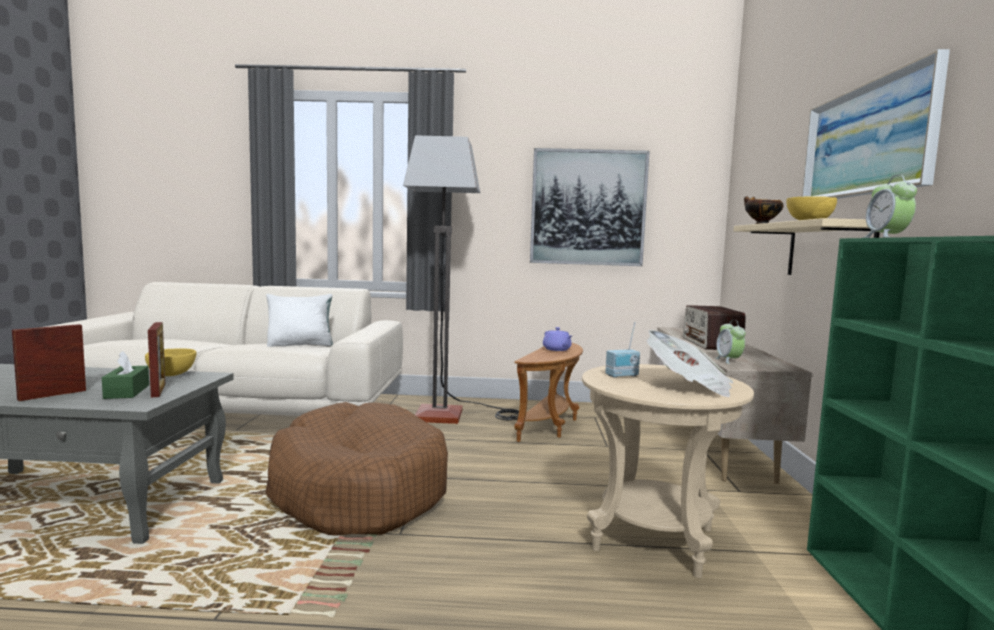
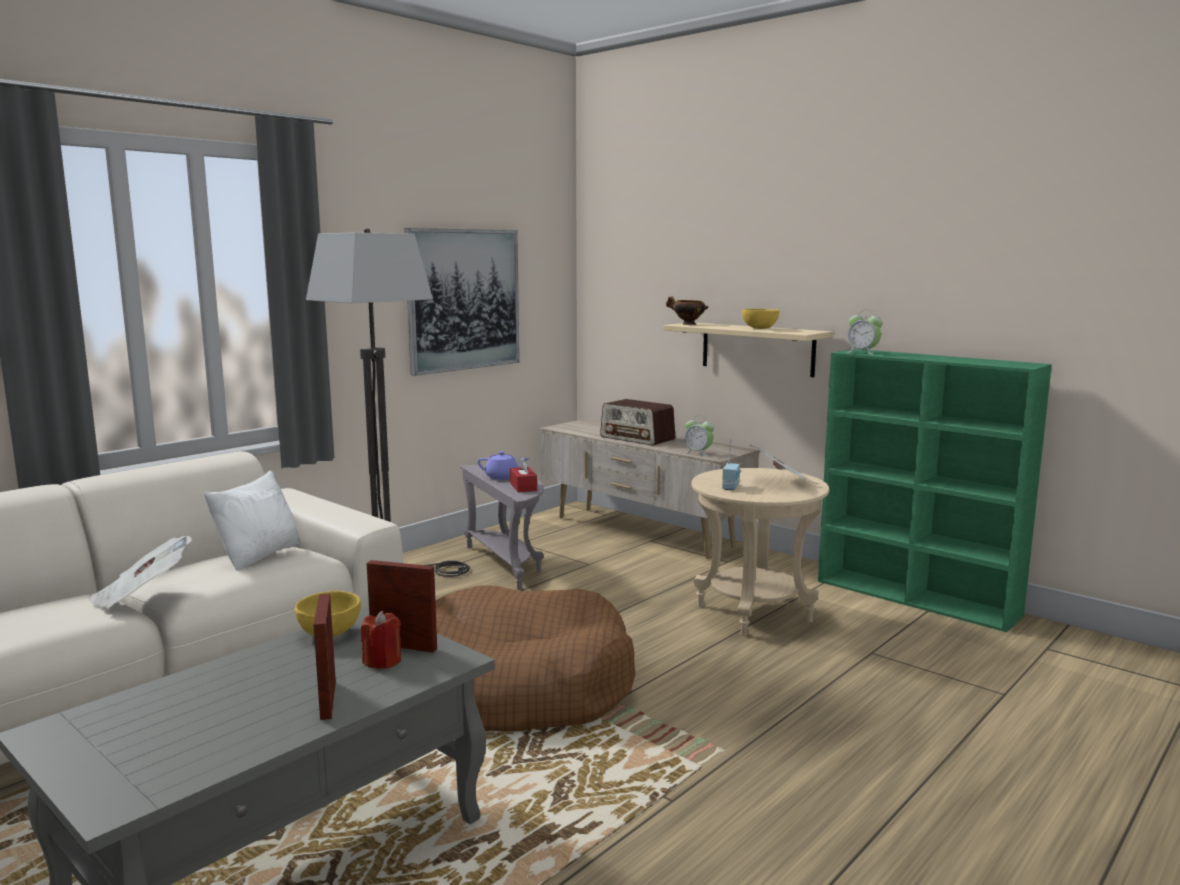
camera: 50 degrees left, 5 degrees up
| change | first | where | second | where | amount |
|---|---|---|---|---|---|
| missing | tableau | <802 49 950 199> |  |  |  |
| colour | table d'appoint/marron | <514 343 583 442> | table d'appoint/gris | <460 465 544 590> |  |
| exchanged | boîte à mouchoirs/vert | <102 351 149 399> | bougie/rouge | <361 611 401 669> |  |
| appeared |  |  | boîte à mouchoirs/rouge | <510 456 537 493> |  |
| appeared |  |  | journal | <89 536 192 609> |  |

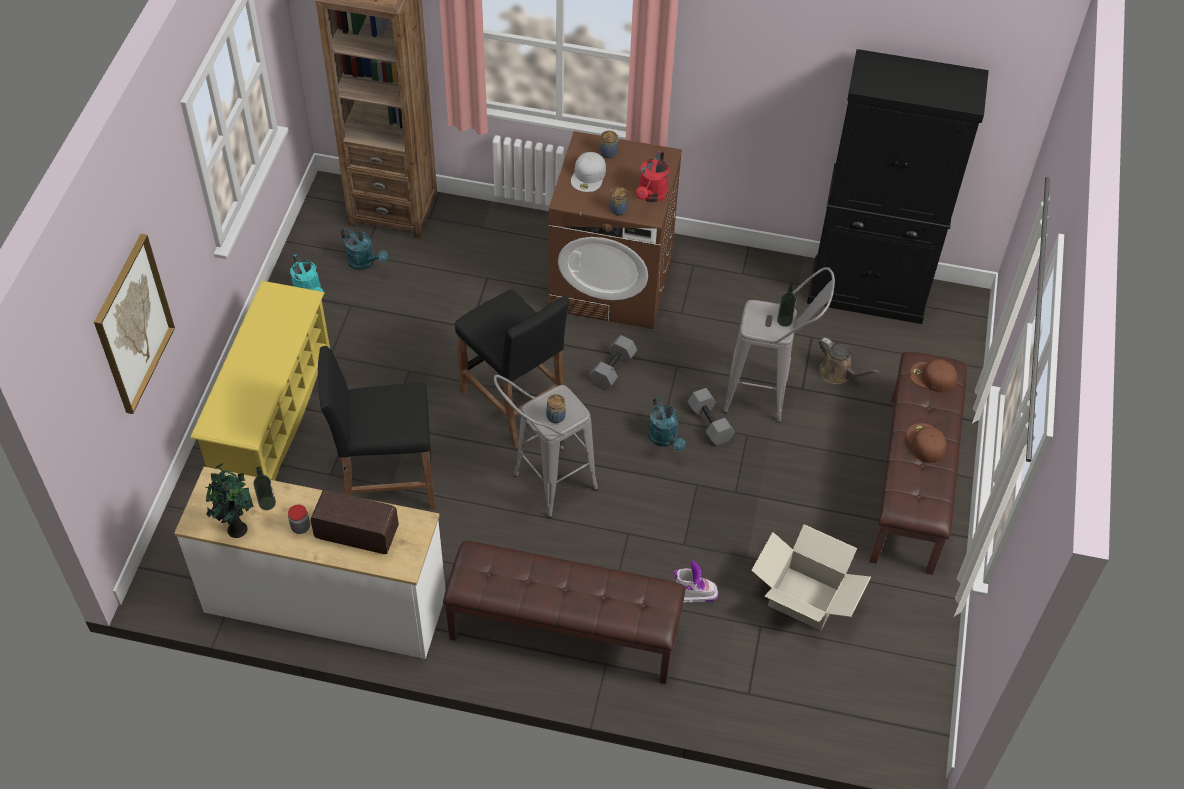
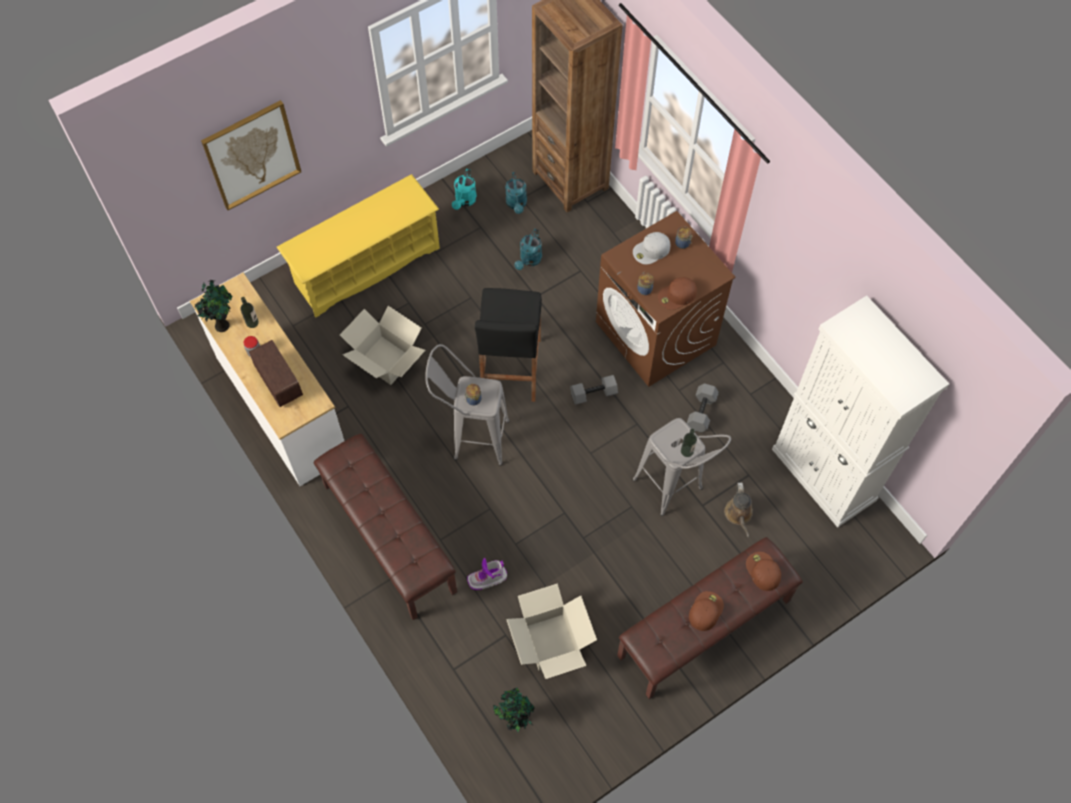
camera: 45 degrees right, 10 degrees up
| change | first | where | second | where | amount |
|---|---|---|---|---|---|
| colour | meuble de rangement/noir | <807 49 989 324> | meuble de rangement/blanc | <772 295 949 528> |  |
| exchanged | arrosoir/rouge | <636 151 669 202> | casquette/marron | <658 277 697 310> |  |
| exchanged | tabouret/noir | <318 346 435 510> | carton | <340 306 425 385> |  |
| relocated | haltère/gris | <687 388 735 446> |  | <687 383 719 432> |  |
| relocated | arrosoir/turquoise | <648 397 686 451> |  | <514 229 542 270> |  |
| spun | botte | <674 561 718 603> |  | <467 558 507 590> | 120 degrees clockwise |
| appeared |  |  | plante en pot | <493 687 534 732> |  |

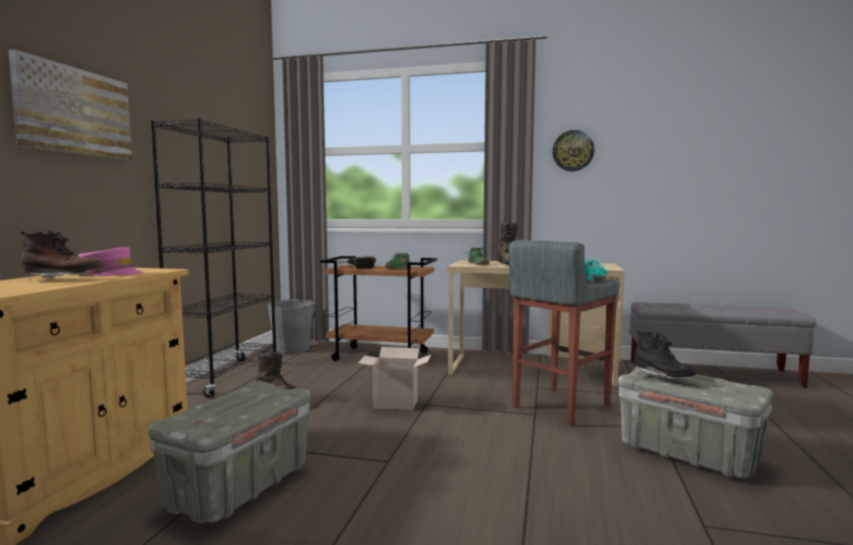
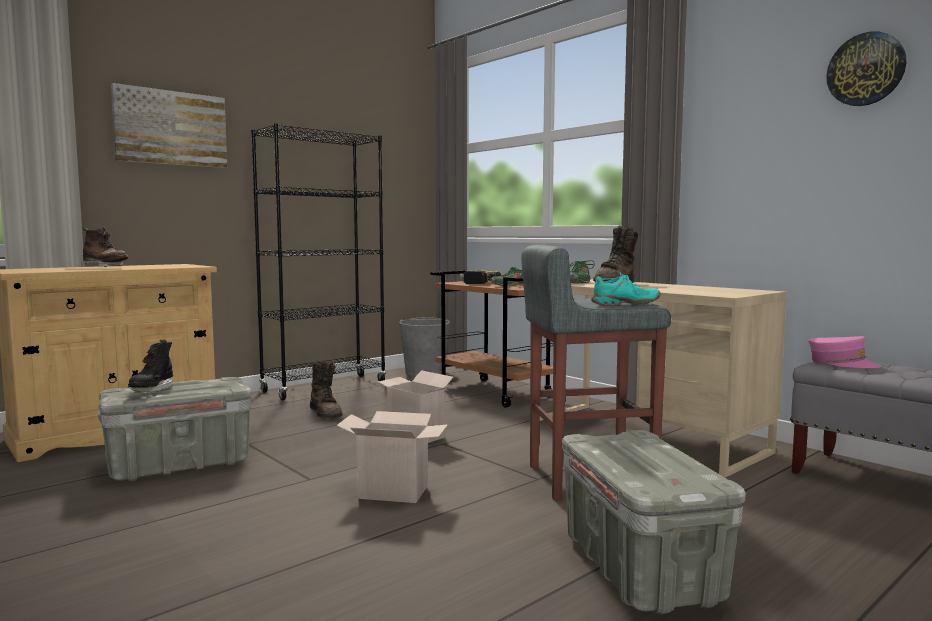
camera: 35 degrees right, 0 degrees up
| change | first | where | second | where | amount |
|---|---|---|---|---|---|
| relocated | horloge murale | <552 130 595 171> |  | <826 31 906 106> |  |
| relocated | casquette/rose | <78 247 144 276> |  | <809 336 882 368> |  |
| relocated | botte/noir | <634 331 698 380> |  | <128 339 173 393> |  |
| appeared |  |  | carton | <336 411 448 503> |  |

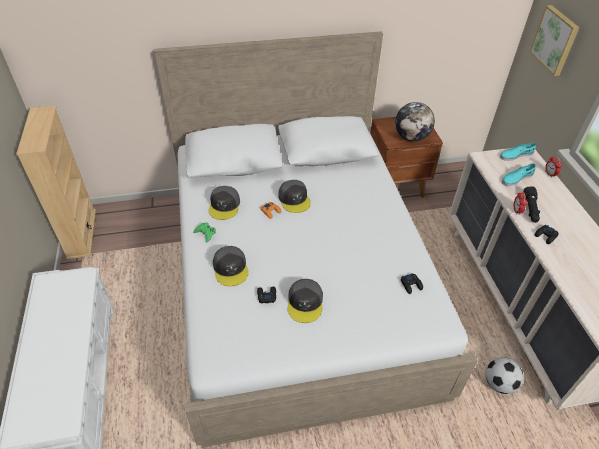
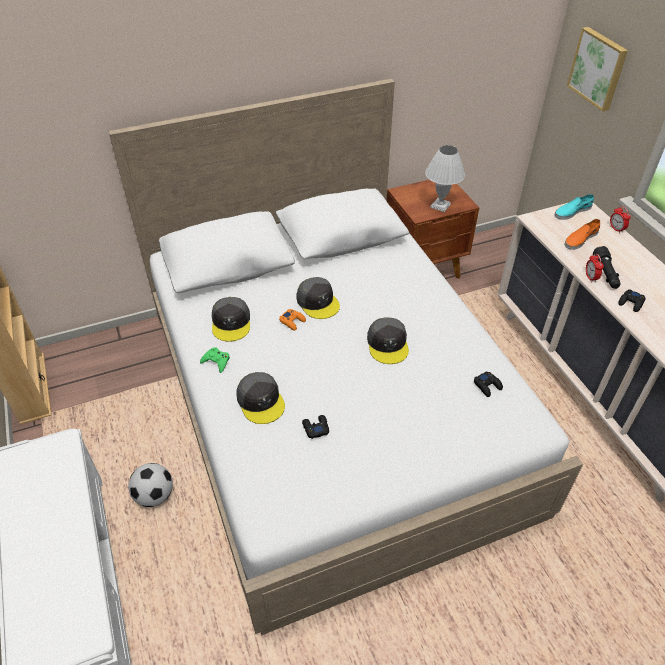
camera: 10 degrees left, 0 degrees up
| change | first | where | second | where | amount |
|---|---|---|---|---|---|
| exchanged | globe | <395 102 435 142> | lampe de table/blanc | <425 145 465 212> |  |
| colour | chaussure/turquoise | <502 163 536 186> | chaussure/orange | <564 219 600 250> |  |
| relocated | casquette/gris | <288 279 323 323> |  | <367 317 409 364> |  |
| relocated | ballon de foot | <486 357 523 394> |  | <128 463 173 507> |  |

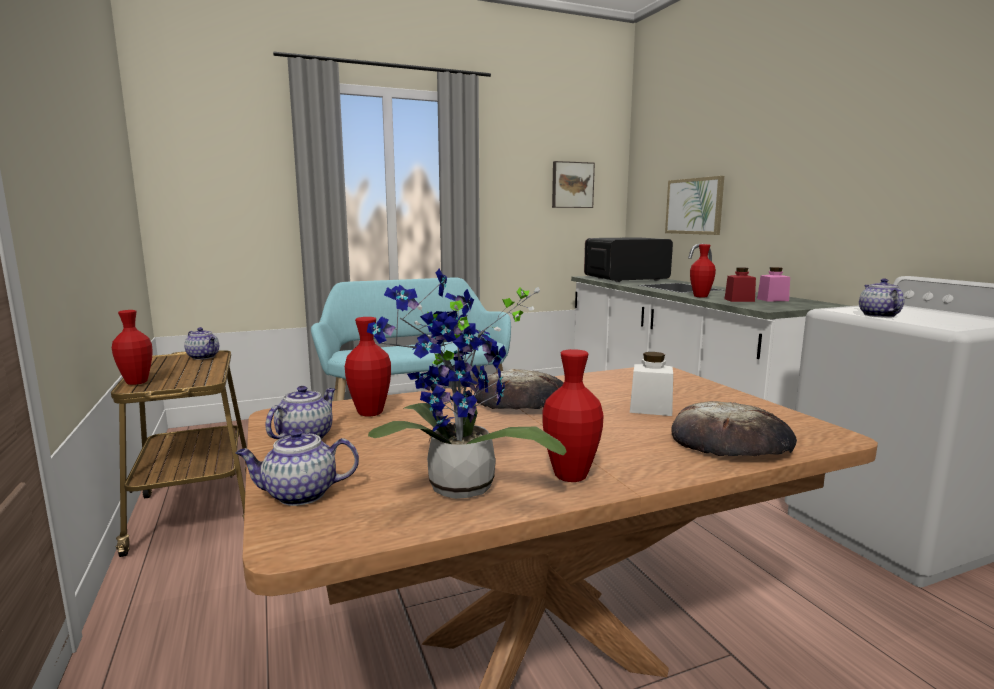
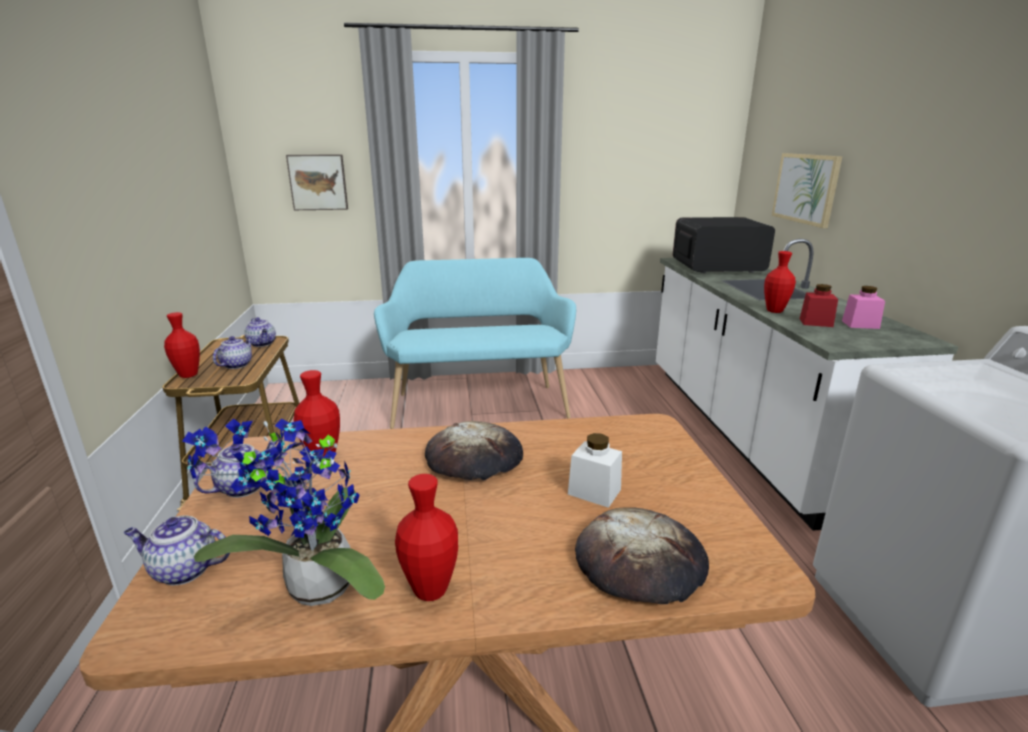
camera: 15 degrees right, 10 degrees up
| change | first | where | second | where | amount |
|---|---|---|---|---|---|
| relocated | tableau | <552 161 595 208> |  | <286 155 348 210> |  |
| relocated | théière | <859 279 905 318> |  | <213 336 252 369> |  |

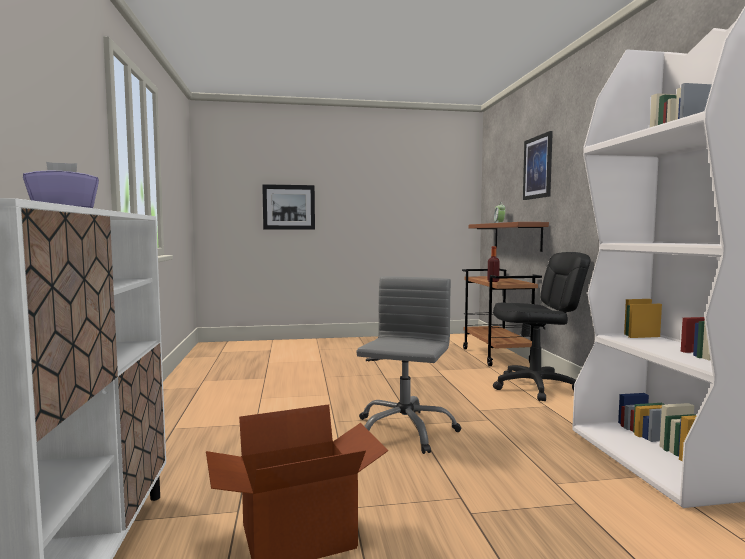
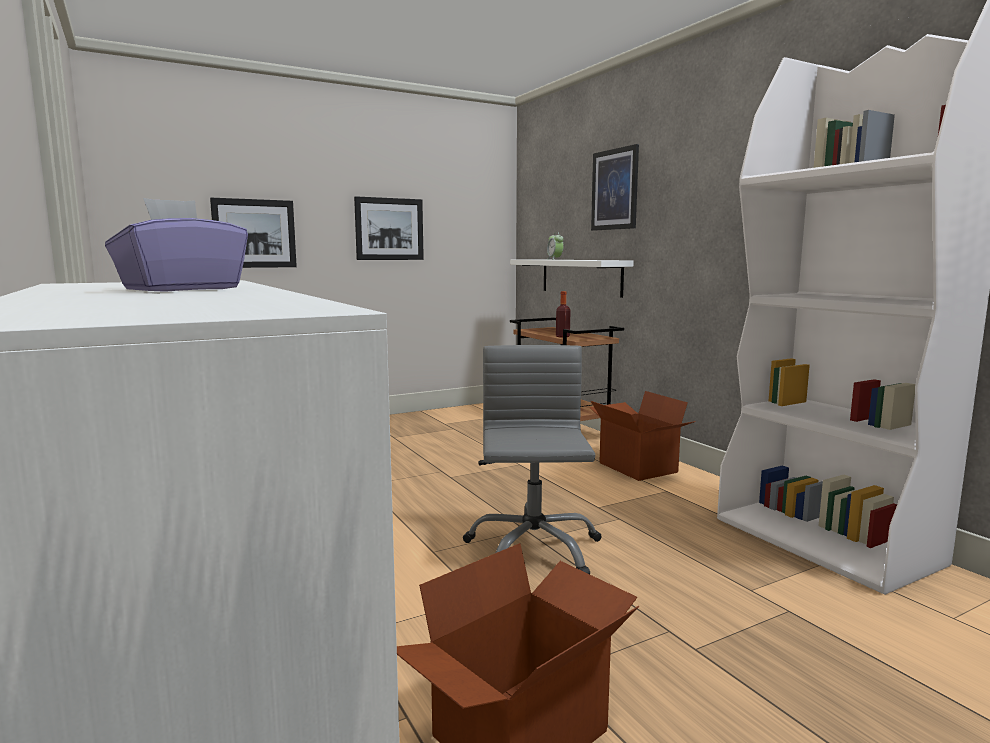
camera: 20 degrees left, 5 degrees up
| change | first | where | second | where | amount |
|---|---|---|---|---|---|
| colour | étagère/marron | <469 222 549 252> | étagère/blanc | <510 259 634 298> |  |
| exchanged | chaise de bureau/noir | <493 252 590 401> | carton | <589 391 696 481> |  |
| appeared |  |  | tableau | <354 196 424 260> |  |

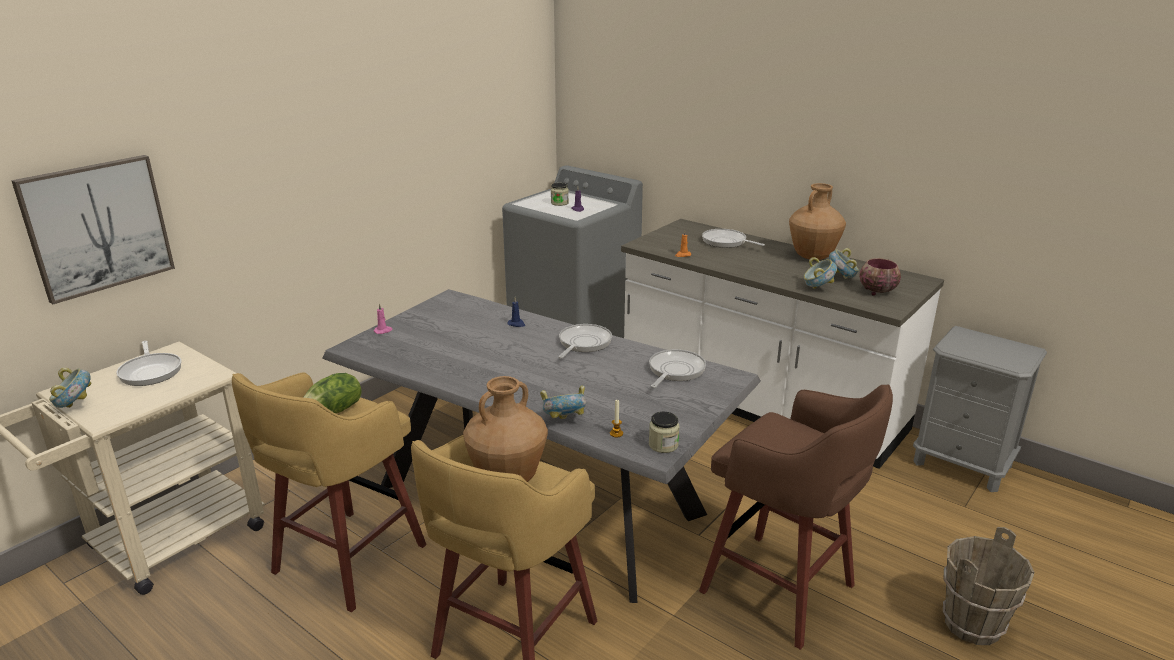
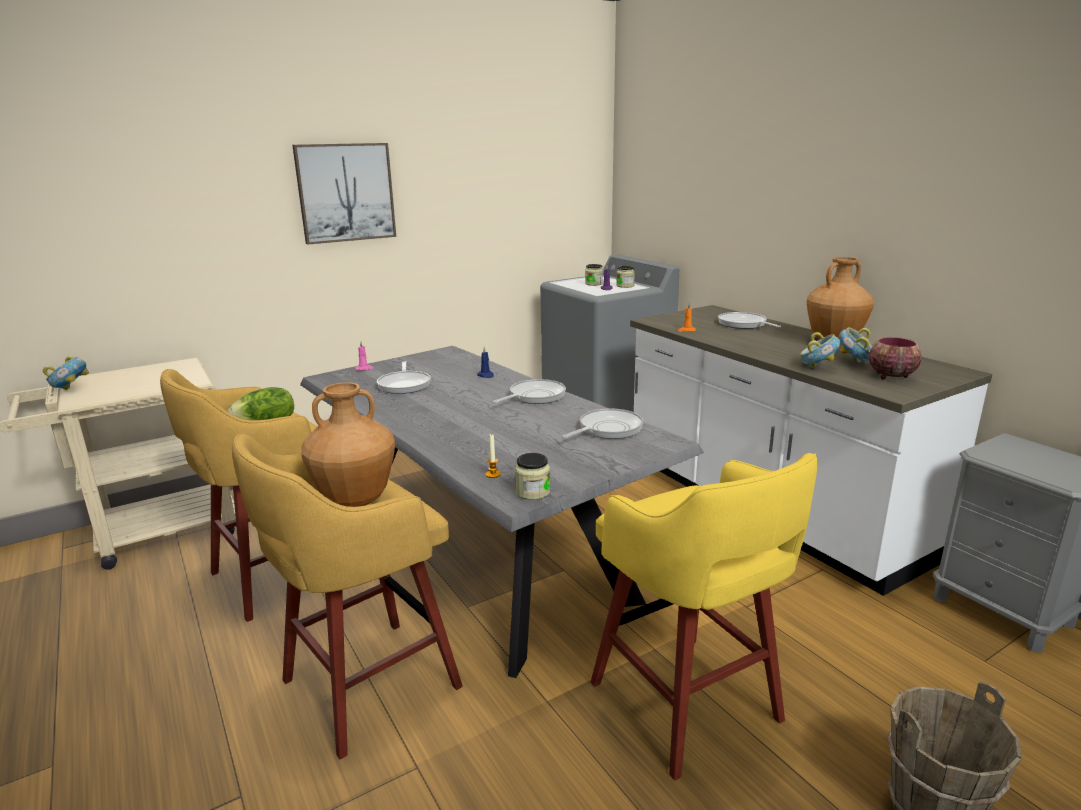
camera: 20 degrees right, 5 degrees down
| change | first | where | second | where | amount |
|---|---|---|---|---|---|
| relocated | tableau | <11 155 175 304> |  | <292 143 396 244> |  |
| relocated | poêle | <116 341 181 386> |  | <377 361 431 394> |  |
| colour | tabouret/marron | <699 384 893 650> | tabouret/jaune | <591 453 818 780> |  |
| missing | bol | <540 385 586 419> |  |  |  |
| appeared |  |  | bocal | <616 266 635 288> |  |

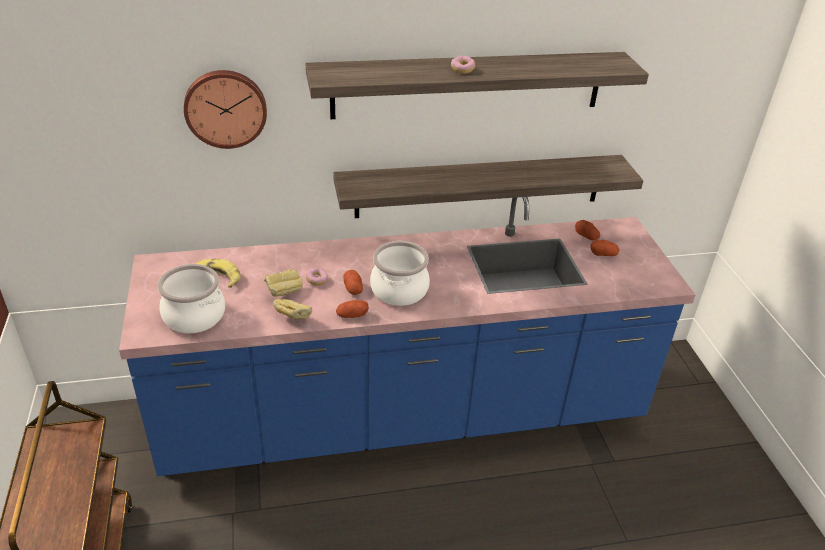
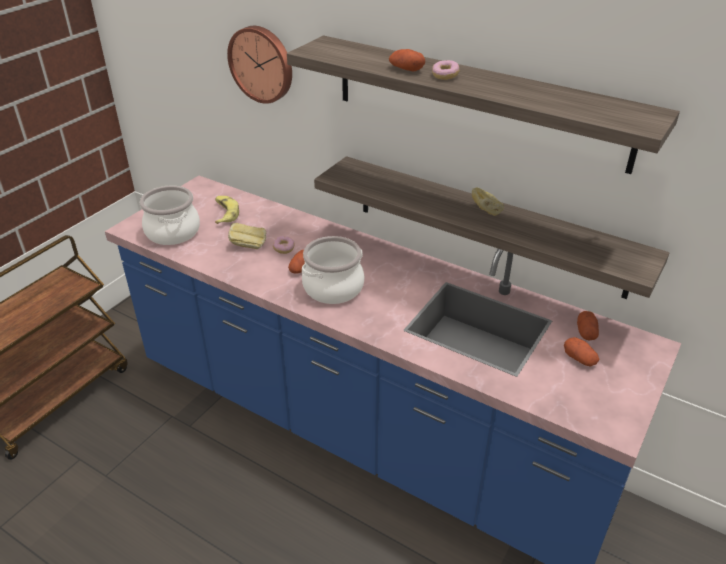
camera: 45 degrees right, 0 degrees up
| change | first | where | second | where | amount |
|---|---|---|---|---|---|
| relocated | pain | <273 299 312 319> |  | <472 187 504 216> |  |
| relocated | pomme de terre | <336 300 369 318> |  | <389 49 425 71> |  |

